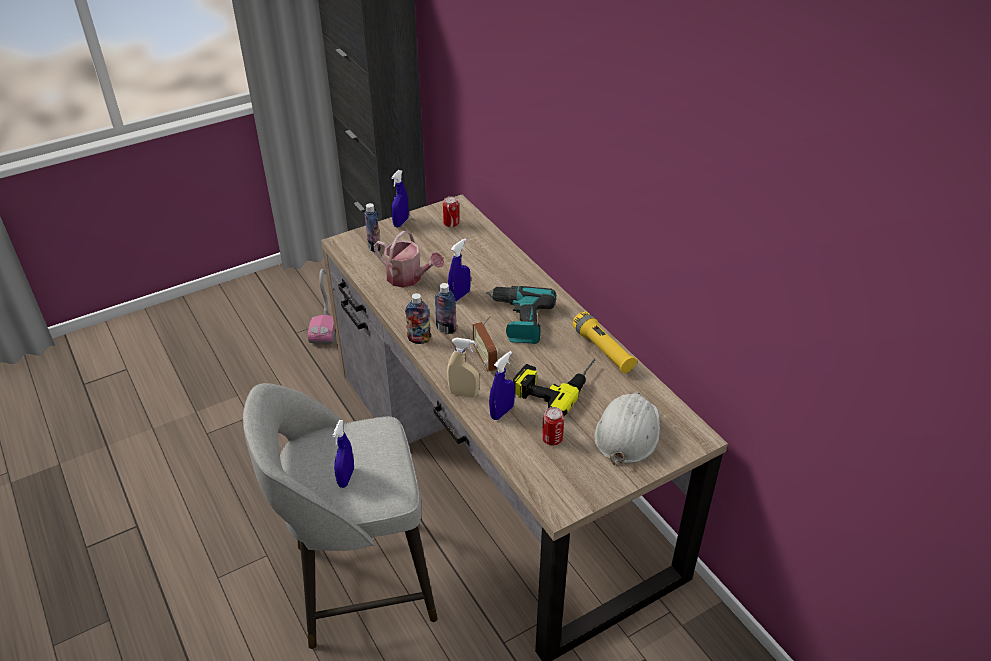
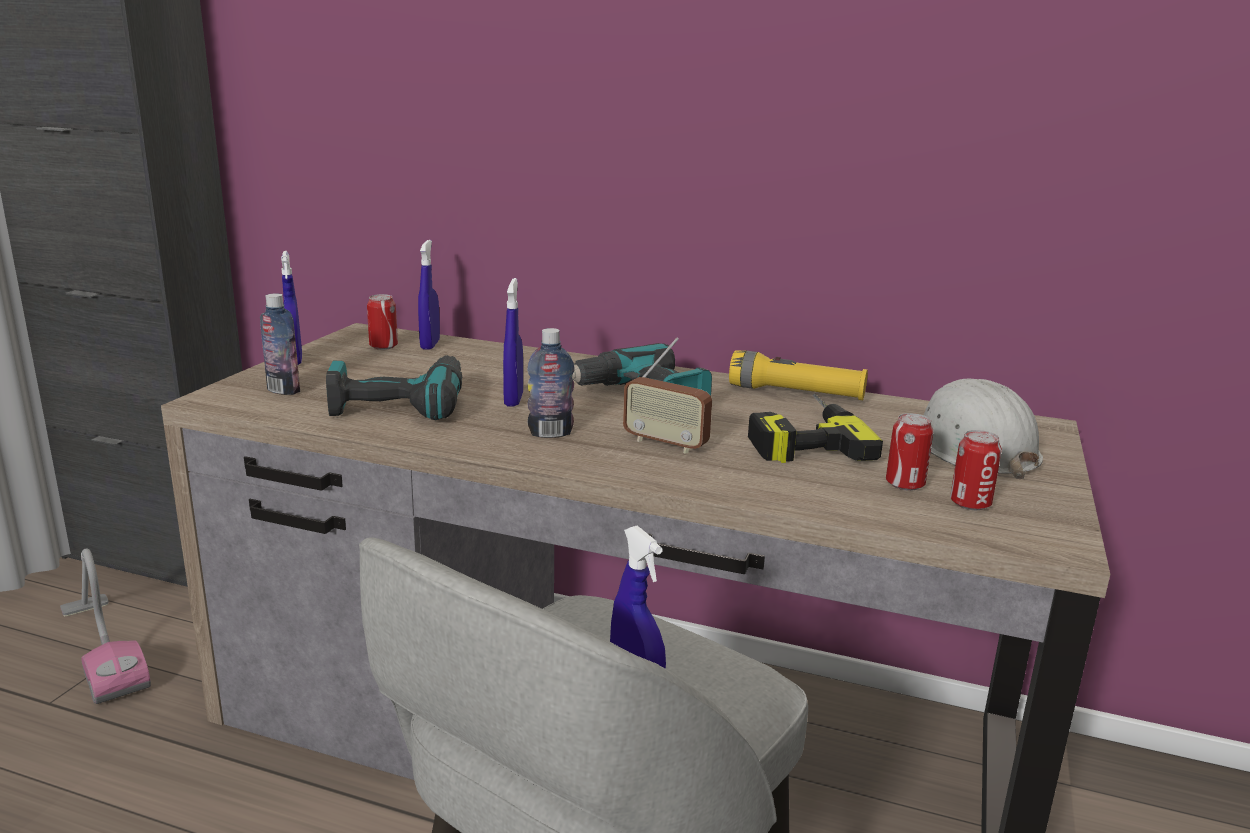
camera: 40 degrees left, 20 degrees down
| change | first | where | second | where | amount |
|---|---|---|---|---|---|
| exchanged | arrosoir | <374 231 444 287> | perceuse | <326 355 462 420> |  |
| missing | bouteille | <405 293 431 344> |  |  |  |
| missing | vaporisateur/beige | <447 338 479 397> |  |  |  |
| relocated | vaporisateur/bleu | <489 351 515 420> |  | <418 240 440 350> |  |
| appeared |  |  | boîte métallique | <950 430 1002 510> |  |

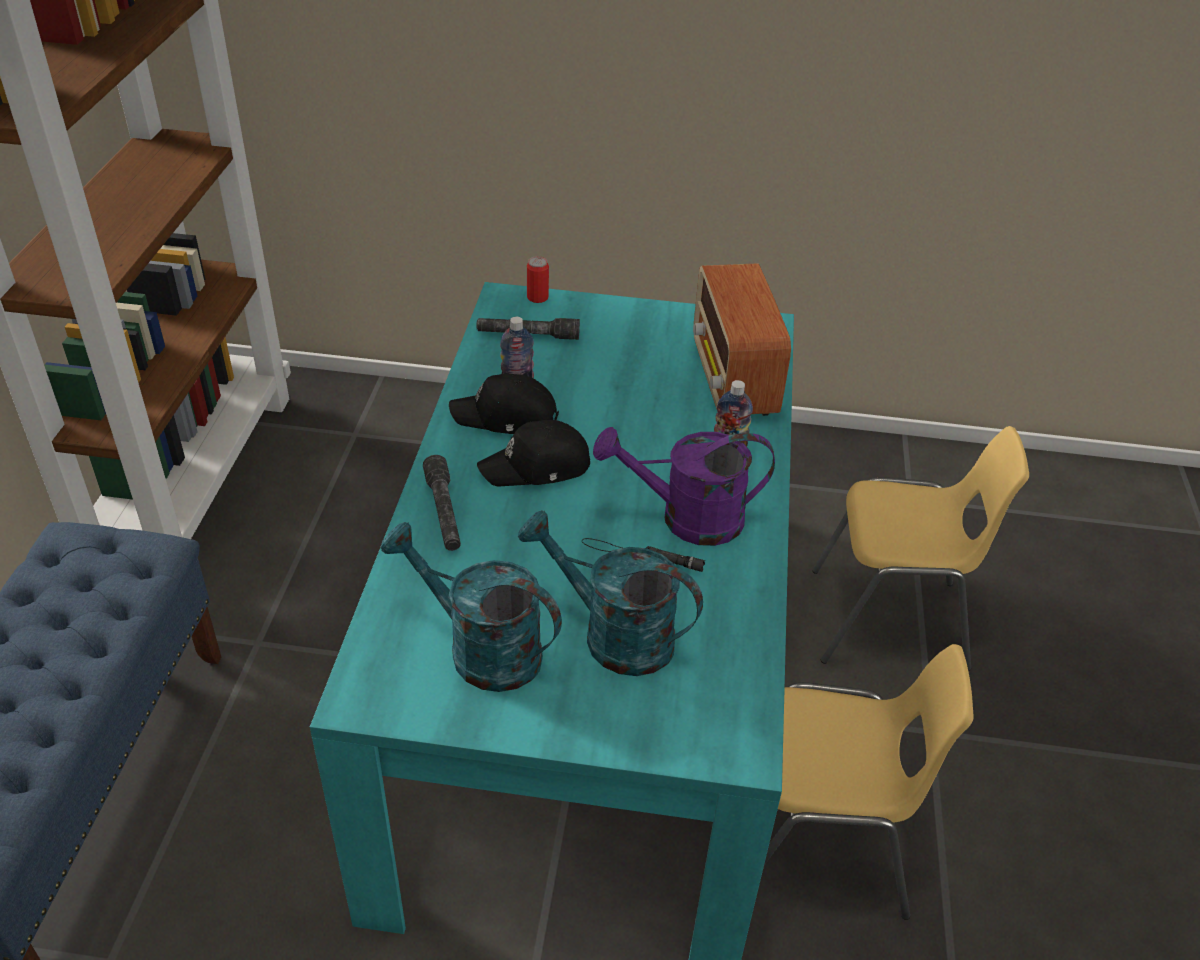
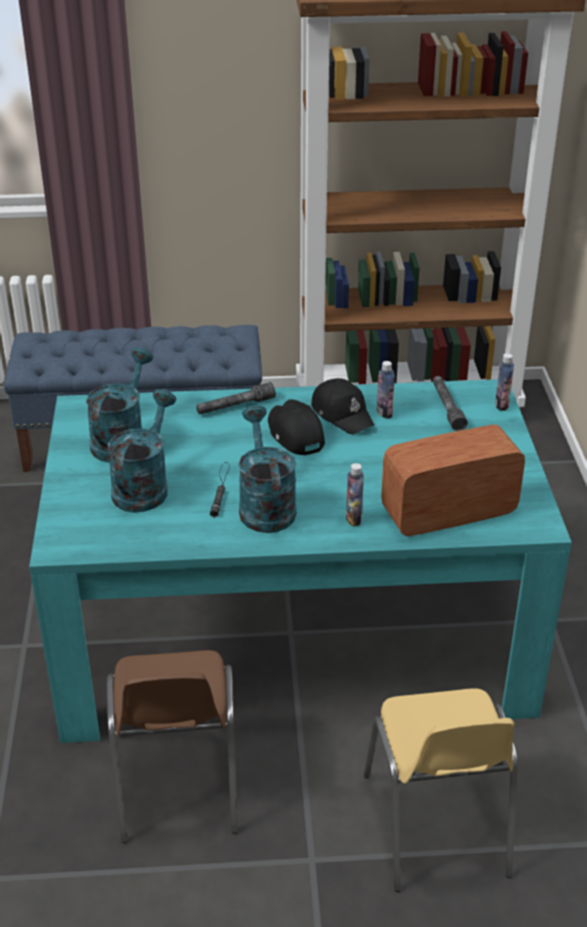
camera: 80 degrees right, 5 degrees down
| change | first | where | second | where | amount |
|---|---|---|---|---|---|
| exchanged | boîte métallique | <527 256 549 303> | bouteille | <495 353 514 411> |  |
| spun | casquette/noir | <449 373 559 434> |  | <311 378 374 434> | 150 degrees clockwise |
| colour | arrosoir/violet | <593 427 775 546> | arrosoir/turquoise | <239 405 296 533> |  |
| colour | chaise/jaune | <764 644 974 920> | chaise/marron | <107 650 238 843> |  |

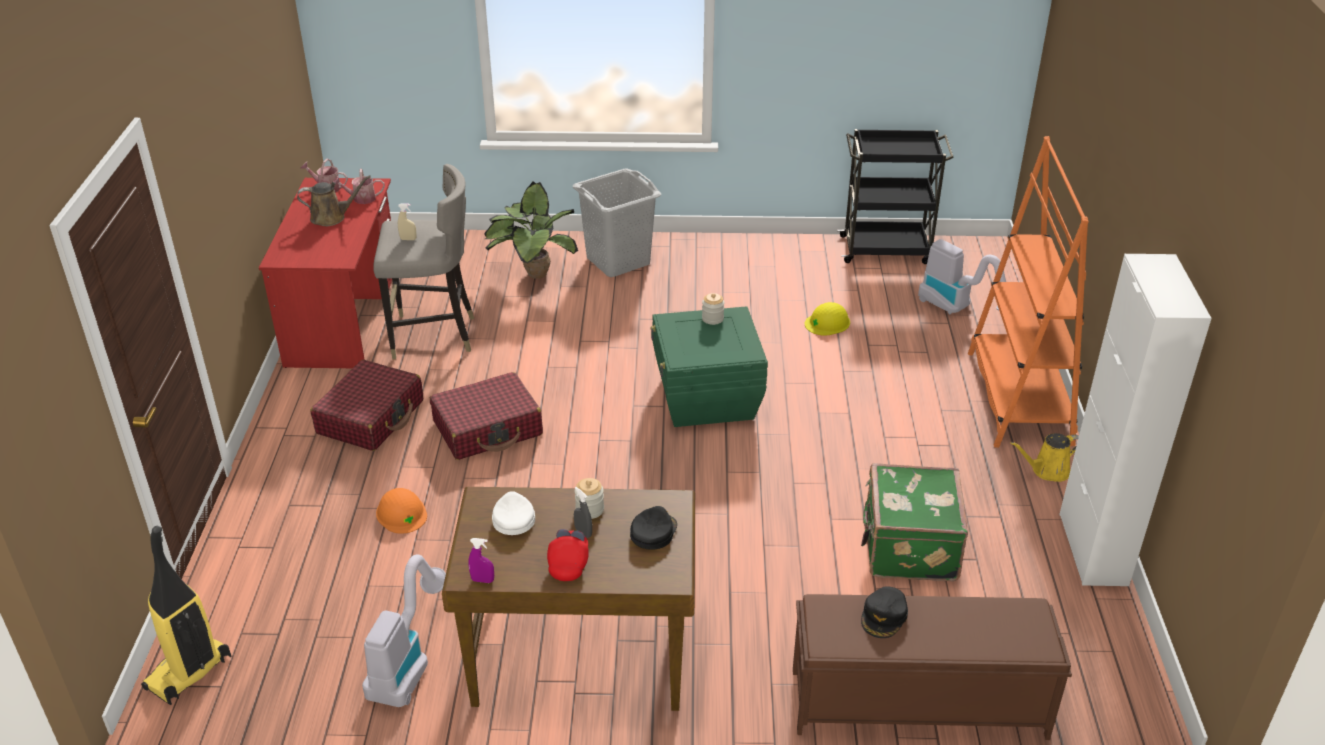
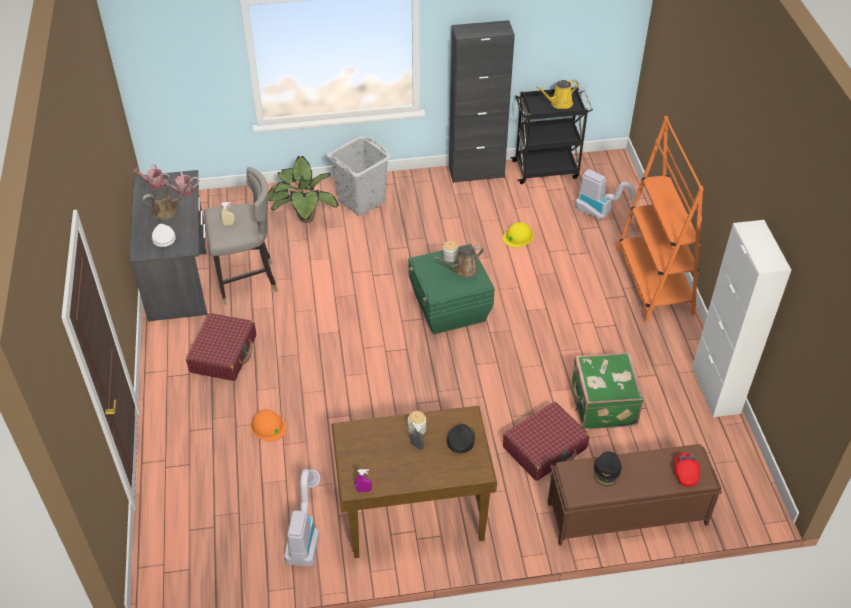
camera: 10 degrees left, 10 degrees up
| change | first | where | second | where | amount |
|---|---|---|---|---|---|
| colour | bureau/rouge | <259 178 392 368> | bureau/gris | <129 170 207 321> |  |
| relocated | valise/rouge | <430 372 543 460> |  | <503 402 589 481> |  |
| relocated | arrosoir/jaune | <1011 433 1079 482> |  | <537 80 579 109> |  |
| relocated | casquette/blanc | <492 491 535 535> |  | <152 224 176 247> |  |
| missing | aspirateur | <141 525 232 705> |  |  |  |
| relocated | casquette/rouge | <547 529 589 581> |  | <674 453 700 487> |  |
| appeared |  |  | meuble de rangement/noir | <449 20 515 183> |  |
| appeared |  |  | arrosoir/marron | <434 245 484 277> |  |

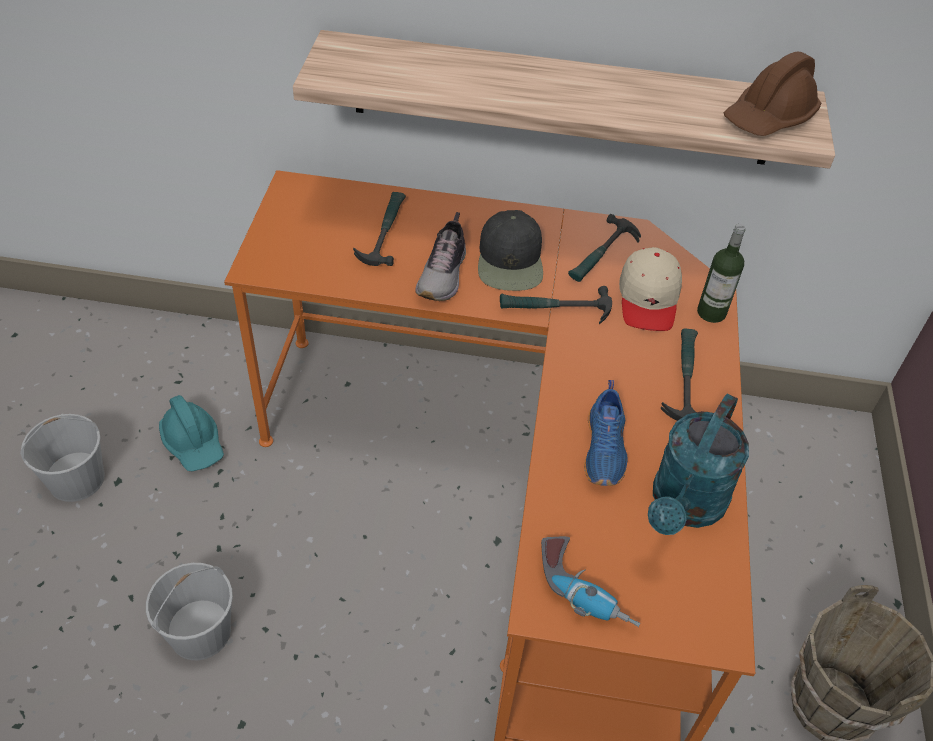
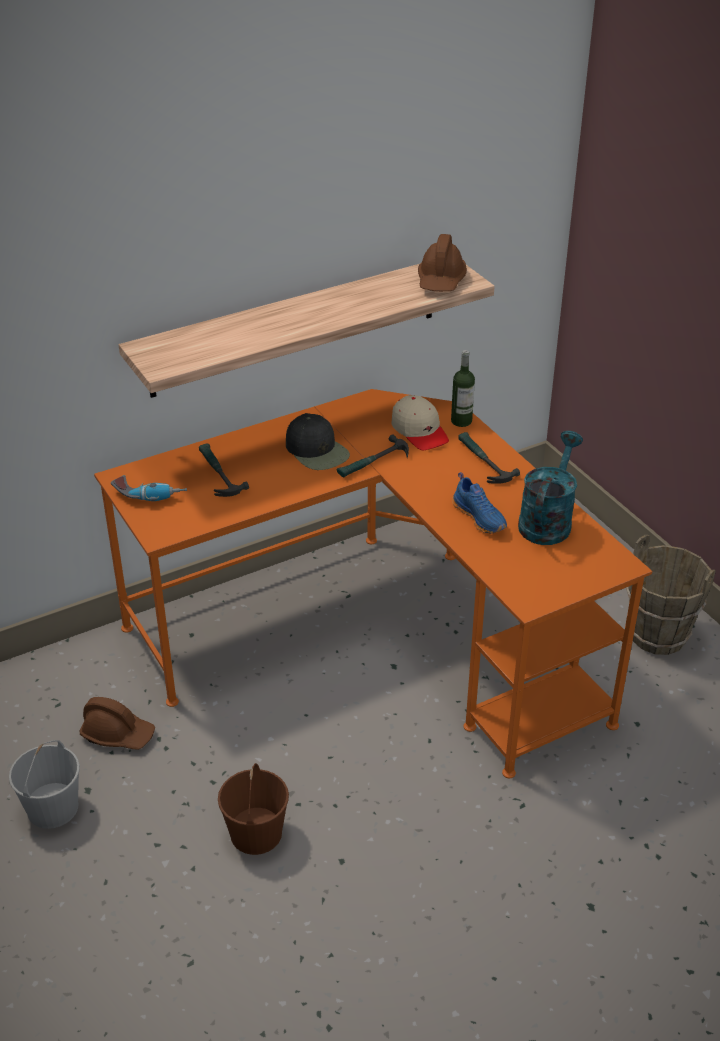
camera: 35 degrees left, 10 degrees down
| change | first | where | second | where | amount |
|---|---|---|---|---|---|
| missing | chaussure | <415 212 466 301> |  |  |  |
| missing | marteau | <568 214 641 282> |  |  |  |
| spun | arrosoir/turquoise | <648 394 749 535> |  | <518 431 583 545> | 150 degrees counterclockwise |
| colour | casque de chantier/turquoise | <159 395 224 471> | casque de chantier/marron | <80 697 155 750> |  |
| relocated | perceuse | <541 537 641 627> |  | <111 475 187 501> |  |
| colour | seau/blanc | <146 563 233 660> | seau/marron | <218 763 289 855> |  |

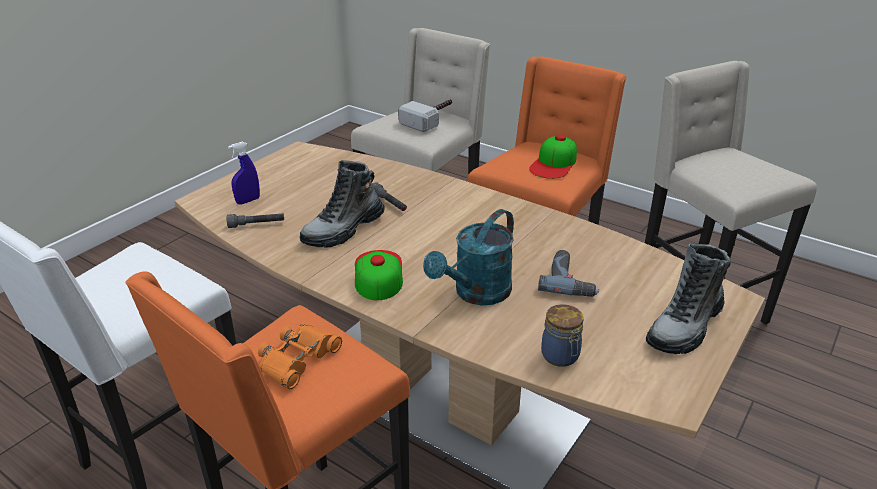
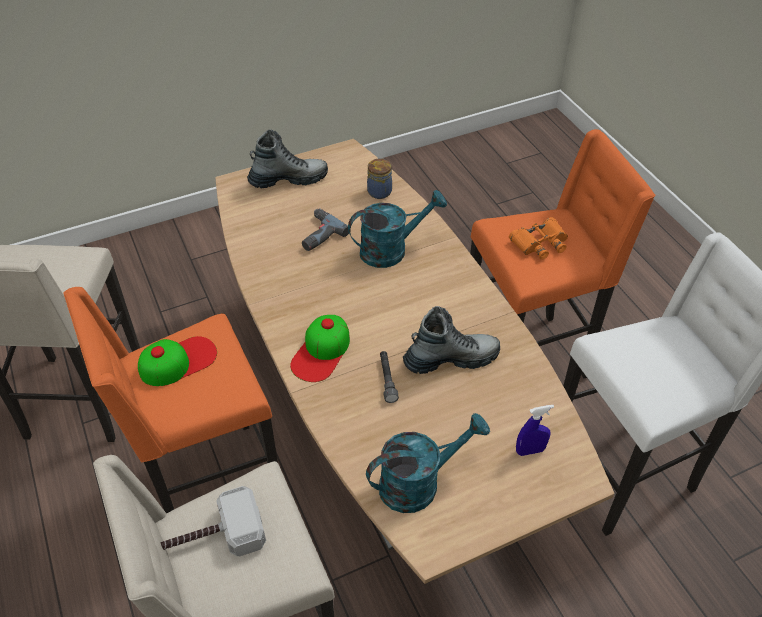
camera: 150 degrees left, 15 degrees up
| change | first | where | second | where | amount |
|---|---|---|---|---|---|
| missing | lampe de poche/gris | <226 213 284 228> |  |  |  |
| relocated | casquette | <355 250 403 300> |  | <290 315 350 382> |  |
| appeared |  |  | arrosoir/turquoise | <366 413 490 513> |  |

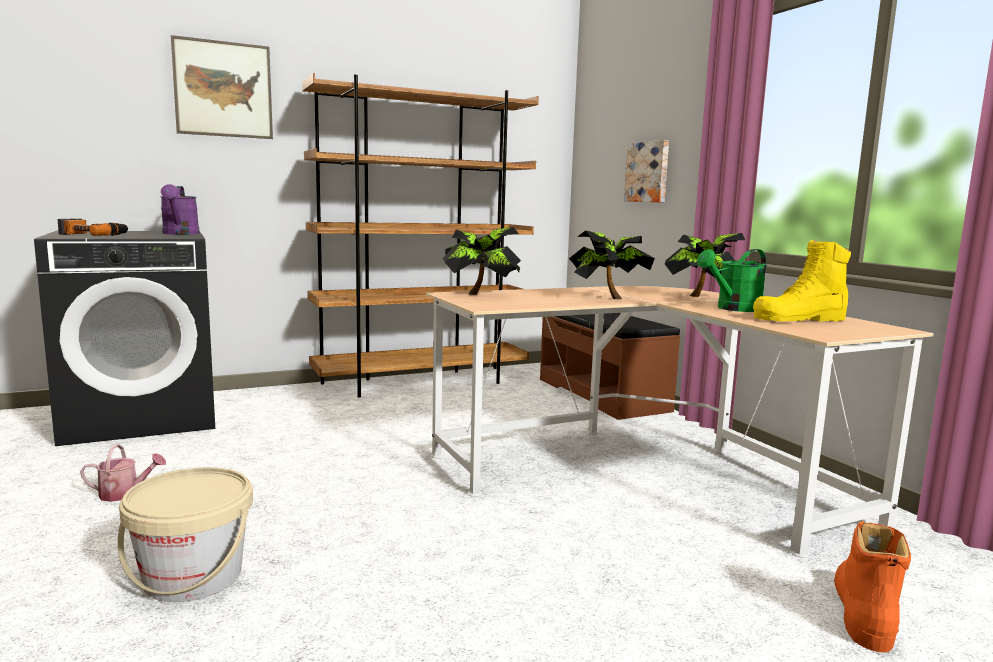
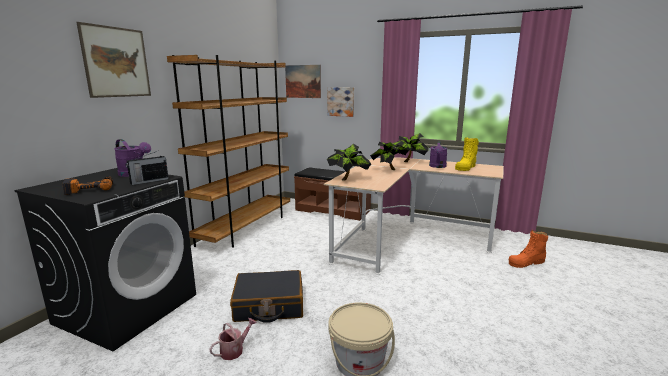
camera: 40 degrees left, 5 degrees up
| change | first | where | second | where | amount |
|---|---|---|---|---|---|
| colour | arrosoir/vert | <697 249 767 312> | arrosoir/violet | <429 141 448 168> |  |
| spun | botte/orange | <834 521 911 652> |  | <509 230 548 268> | 90 degrees counterclockwise |
| appeared |  |  | tableau | <285 65 321 98> |  |
| appeared |  |  | radio | <126 151 169 185> |  |
| appeared |  |  | valise/noir | <230 270 303 323> |  |

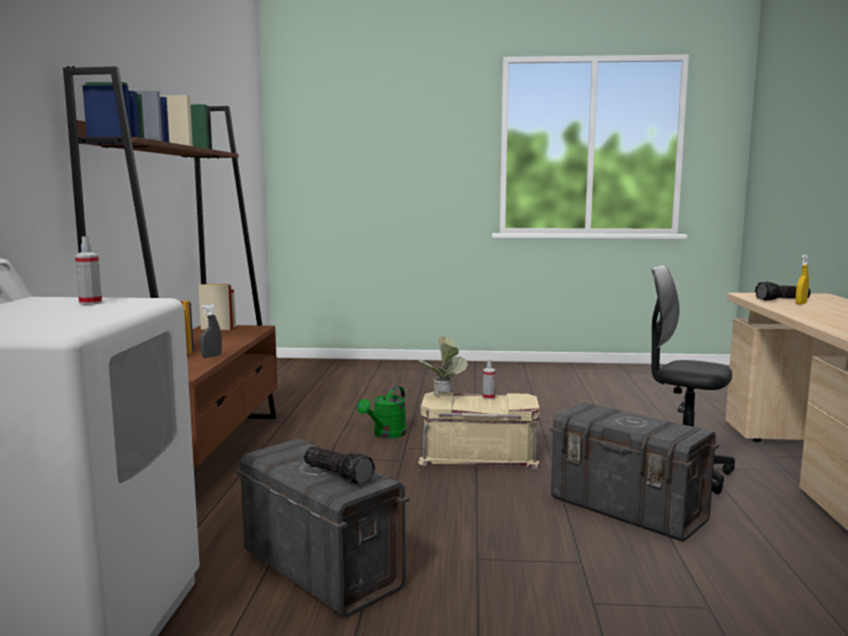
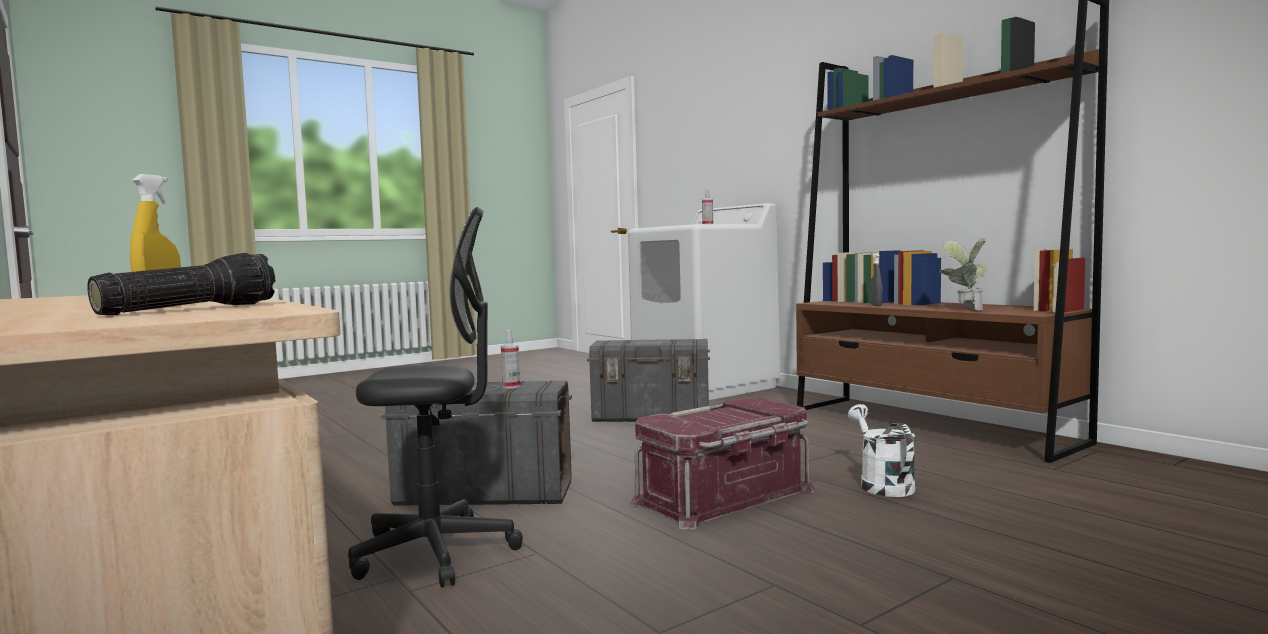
camera: 140 degrees right, 5 degrees down
| change | first | where | second | where | amount |
|---|---|---|---|---|---|
| relocated | plante en pot | <419 336 468 396> |  | <939 238 988 311> |  |
| relocated | vaporisateur | <483 359 495 399> |  | <501 330 520 388> |  |
| colour | arrosoir/vert | <357 386 407 439> | arrosoir/blanc | <848 404 915 497> |  |
| colour | boîte de rangement/beige | <418 392 541 470> | boîte de rangement/rouge | <630 398 815 530> |  |
| missing | lampe de poche | <304 446 375 484> |  |  |  |

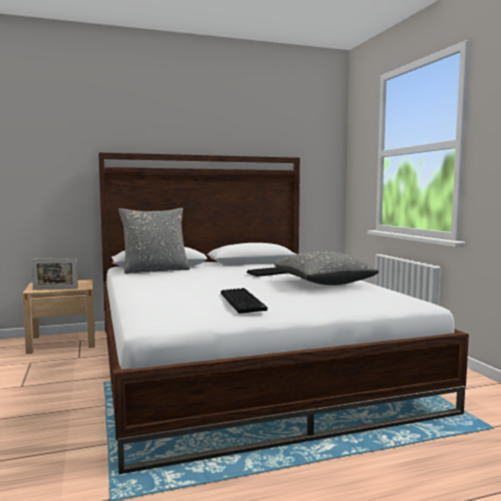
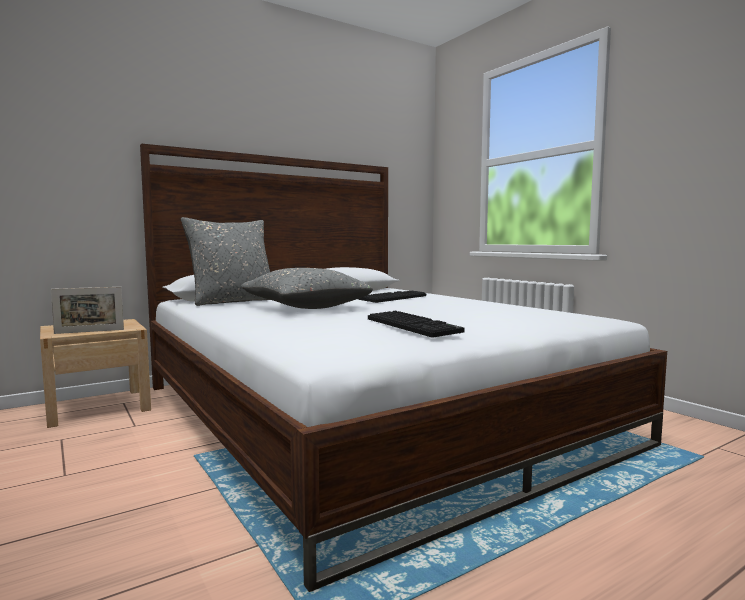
camera: 15 degrees left, 0 degrees up
| change | first | where | second | where | amount |
|---|---|---|---|---|---|
| relocated | coussin/gris | <273 251 379 285> |  | <241 268 373 309> |  |

